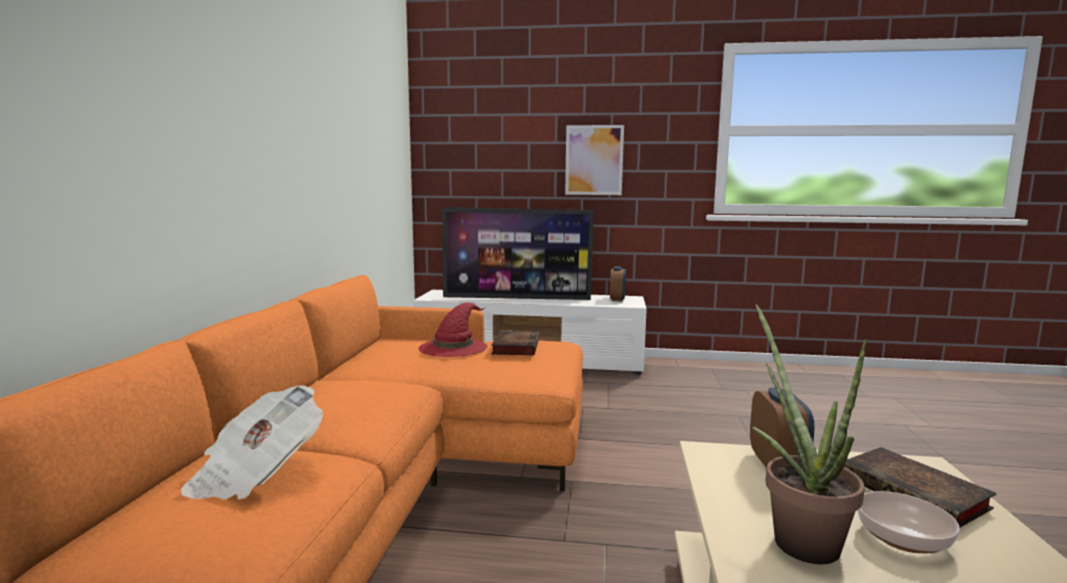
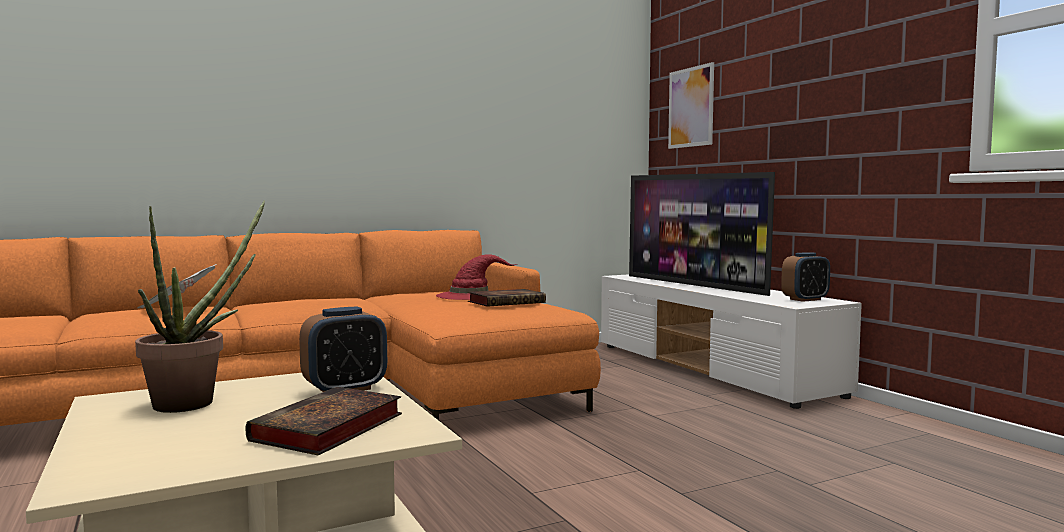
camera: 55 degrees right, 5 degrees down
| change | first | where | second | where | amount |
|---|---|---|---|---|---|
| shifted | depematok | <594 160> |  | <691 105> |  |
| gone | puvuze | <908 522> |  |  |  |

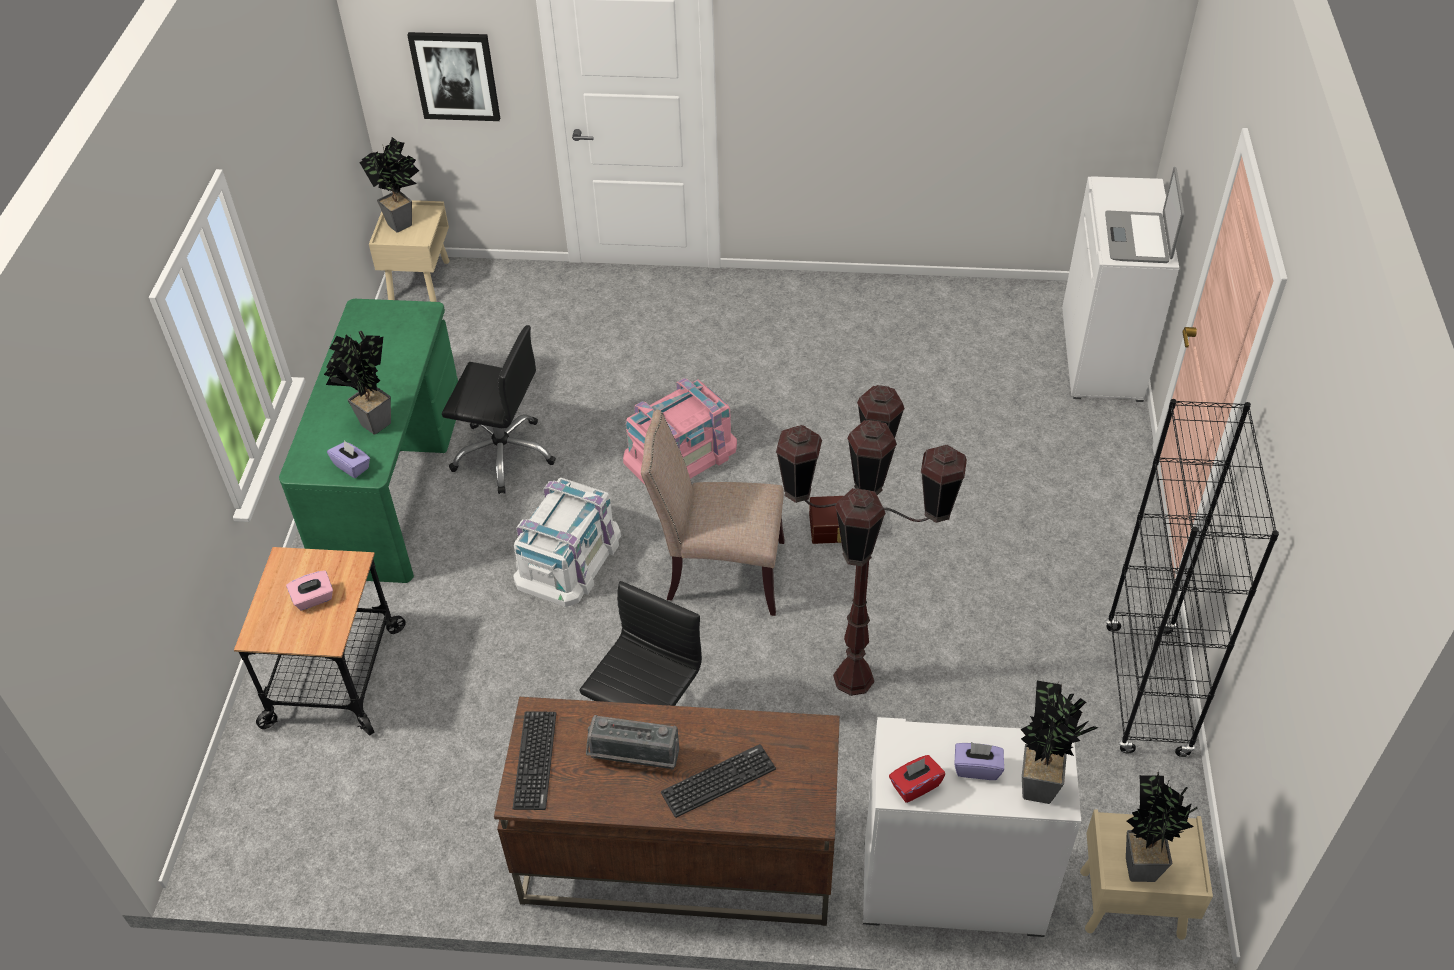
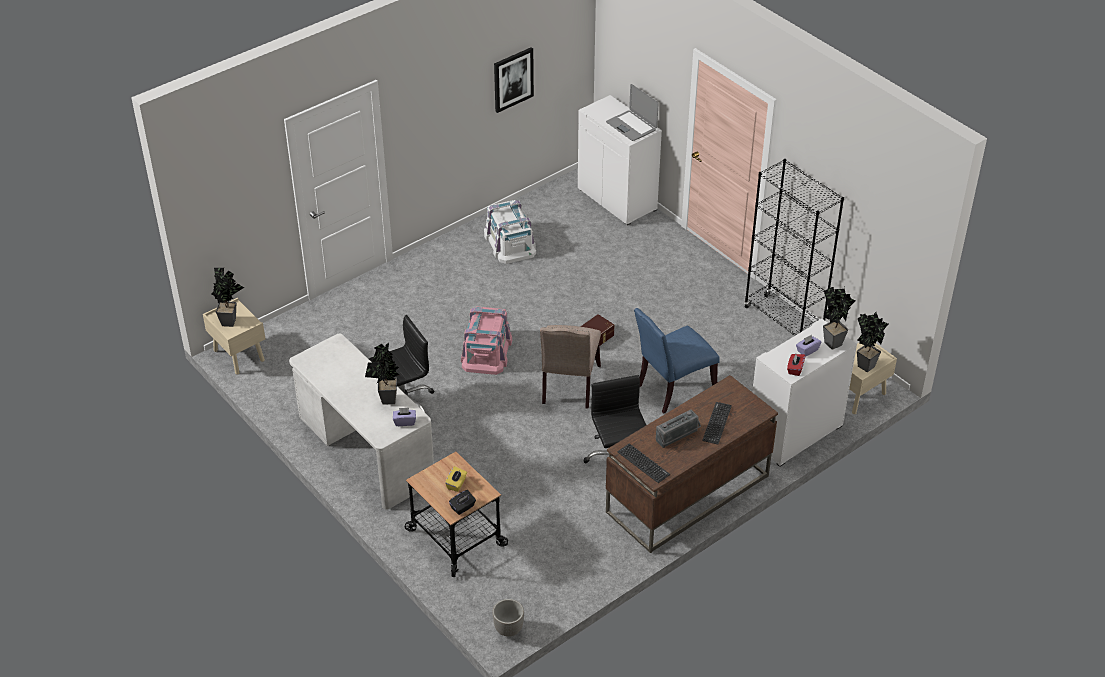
camera: 45 degrees left, 5 degrees down
| change | first | where | second | where | amount |
|---|---|---|---|---|---|
| shifted | depematok | <453 76> |  | <514 80> |  |
| repainted | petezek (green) | <368 441> | petezek (white) | <361 421> |  |
| swapped | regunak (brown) | <871 540> | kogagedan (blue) | <677 360> |  |
| rotated | kogagedan (beige) | <713 513> |  | <570 367> | 45 degrees counterclockwise |
| shifted | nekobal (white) | <567 542> |  | <510 232> |  |
| repainted | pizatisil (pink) | <309 591> | pizatisil (yellow) | <456 479> |  |
| new |  |  | pizatisil (black) | <462 502> |  |
| new |  |  | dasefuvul | <508 618> |  |

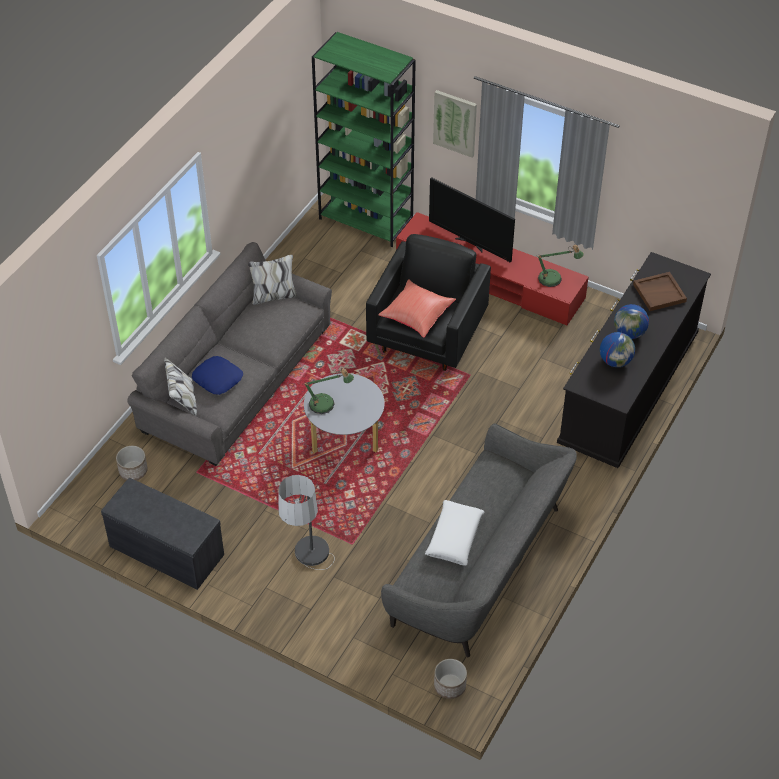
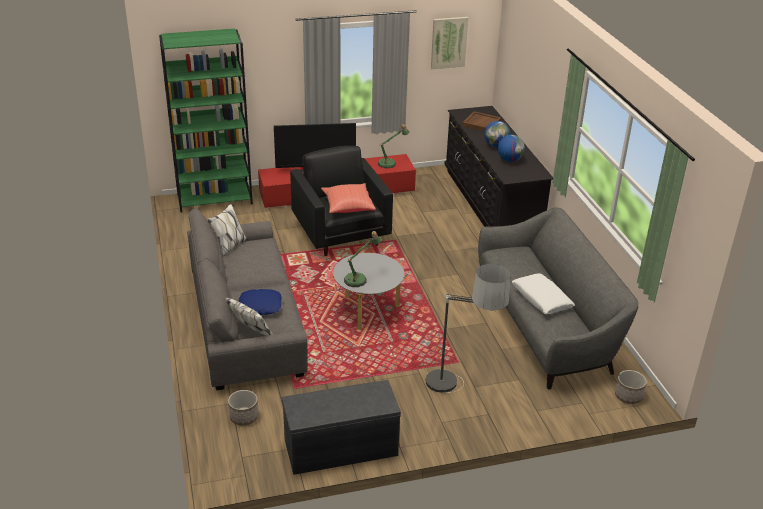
camera: 45 degrees left, 15 degrees down
| change | first | where | second | where | amount |
|---|---|---|---|---|---|
| shifted | depematok | <455 124> |  | <449 43> |  |

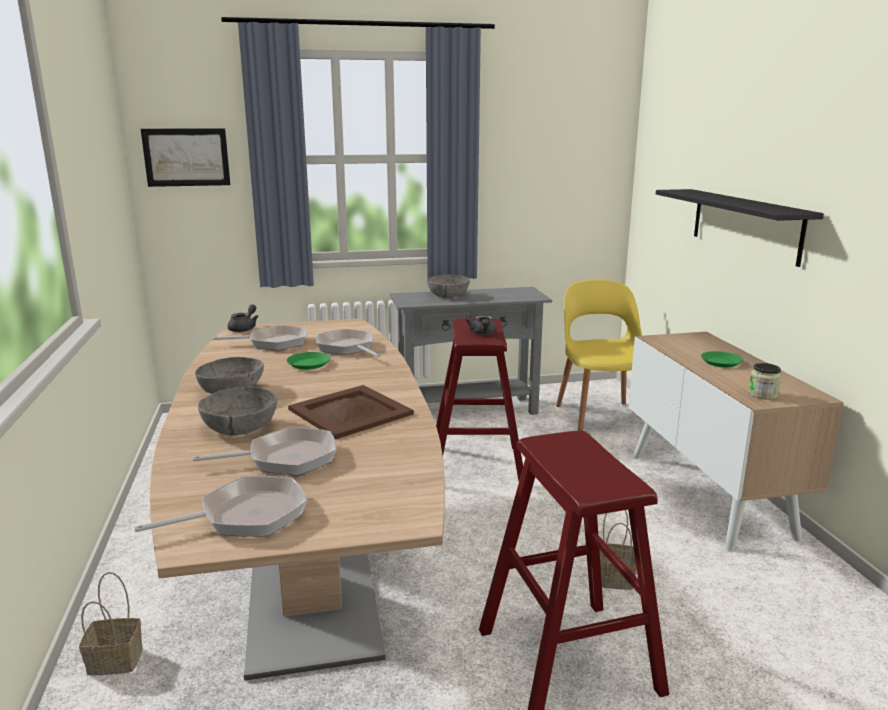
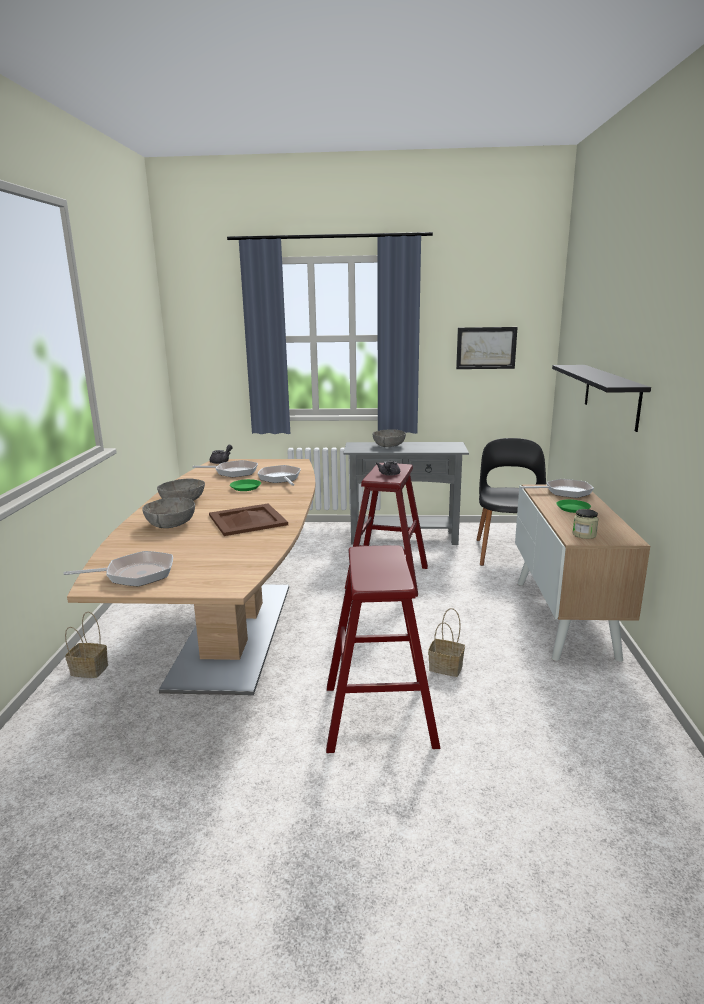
camera: 15 degrees right, 0 degrees up
| change | first | where | second | where | amount |
|---|---|---|---|---|---|
| shifted | depematok | <185 157> |  | <487 348> |  |
| repainted | kogagedan (yellow) | <604 357> | kogagedan (black) | <511 502> |  |
| shifted | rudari | <264 451> |  | <557 488> |  |

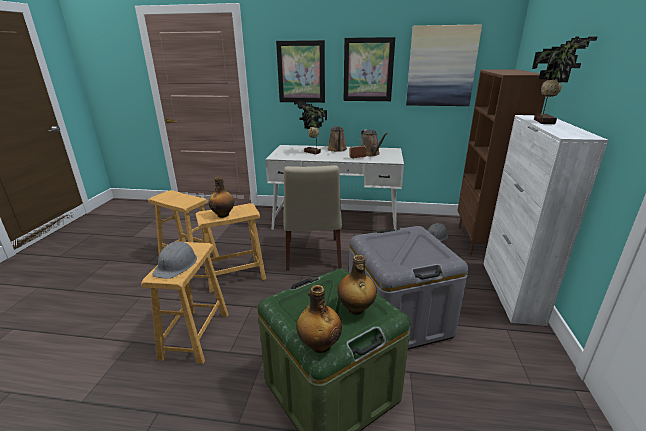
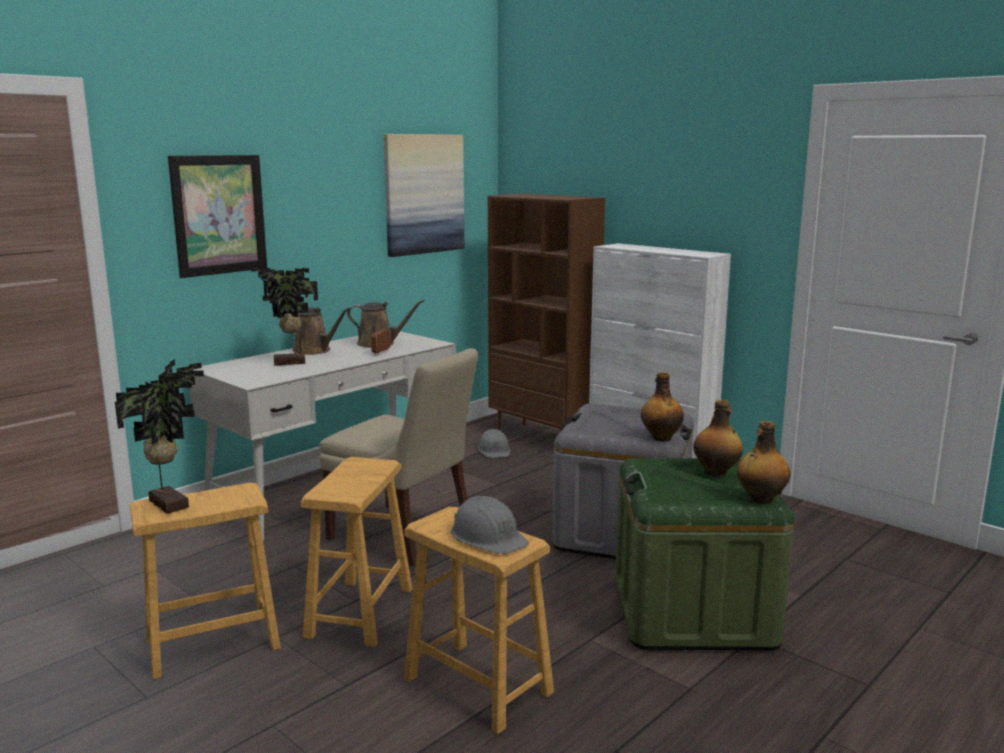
camera: 55 degrees left, 10 degrees down
| change | first | where | second | where | amount |
|---|---|---|---|---|---|
| shifted | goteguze | <565 80> |  | <159 436> |  |
| gone | depematok | <369 69> |  |  |  |
| shifted | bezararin | <221 197> |  | <662 407> |  |

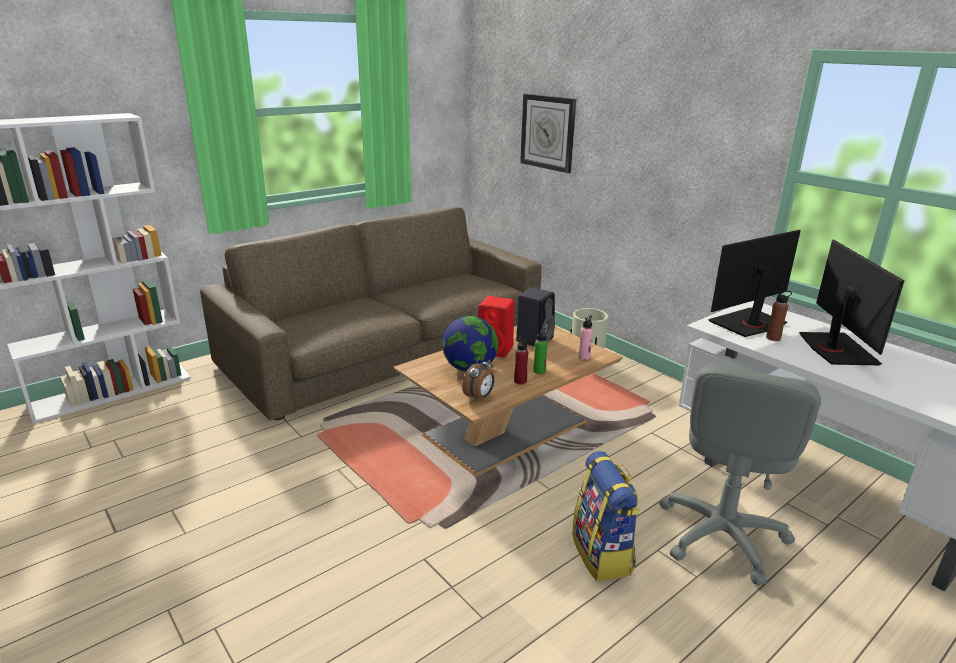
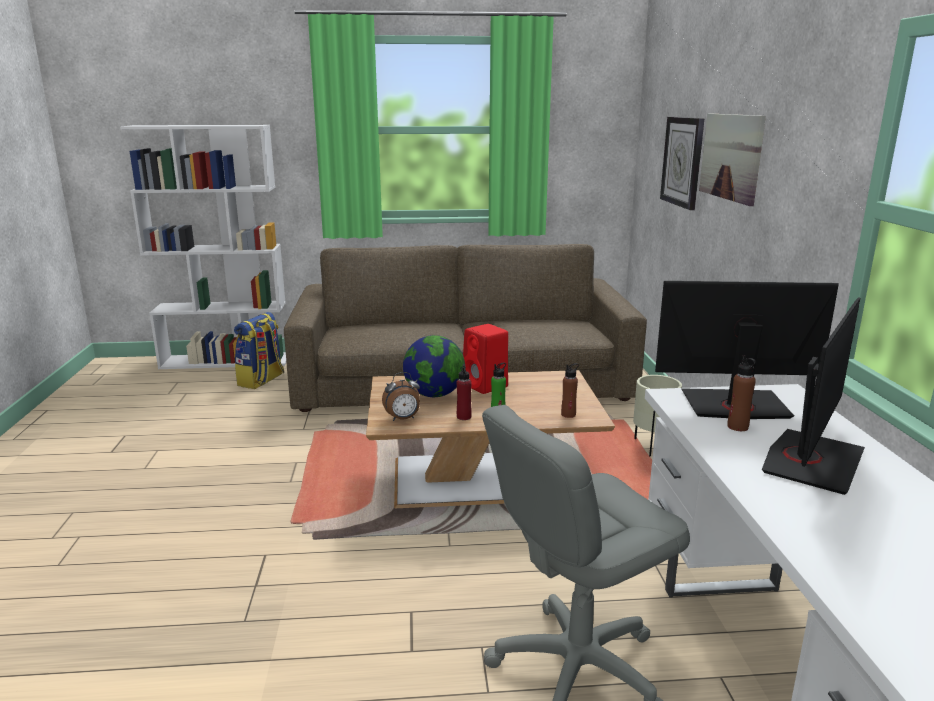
camera: 35 degrees right, 5 degrees down
| change | first | where | second | where | amount |
|---|---|---|---|---|---|
| gone | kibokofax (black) | <535 317> |  |  |  |
| repainted | bezararin (pink) | <586 337> | bezararin (brown) | <570 390> |  |
| shifted | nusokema | <606 516> |  | <259 350> |  |
| new |  |  | depematok | <732 159> |  |

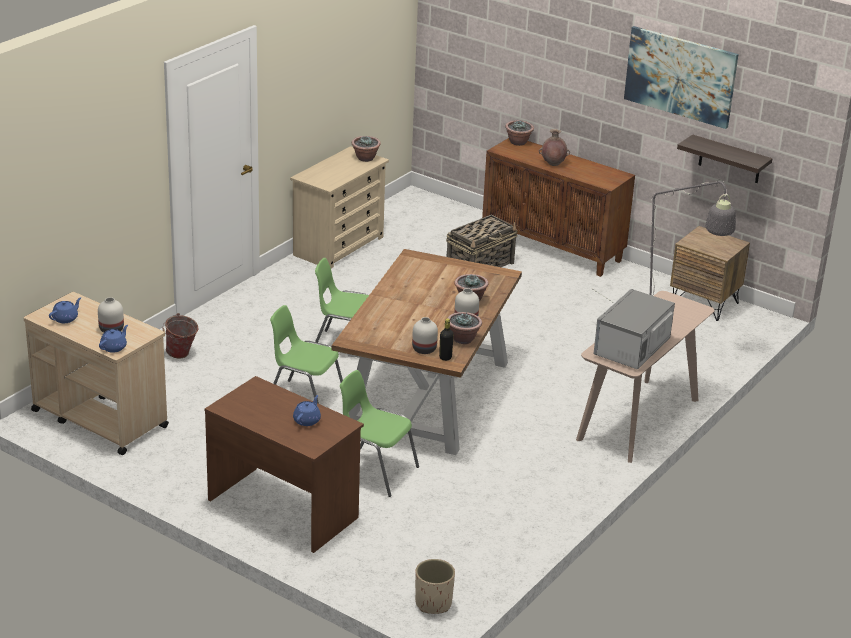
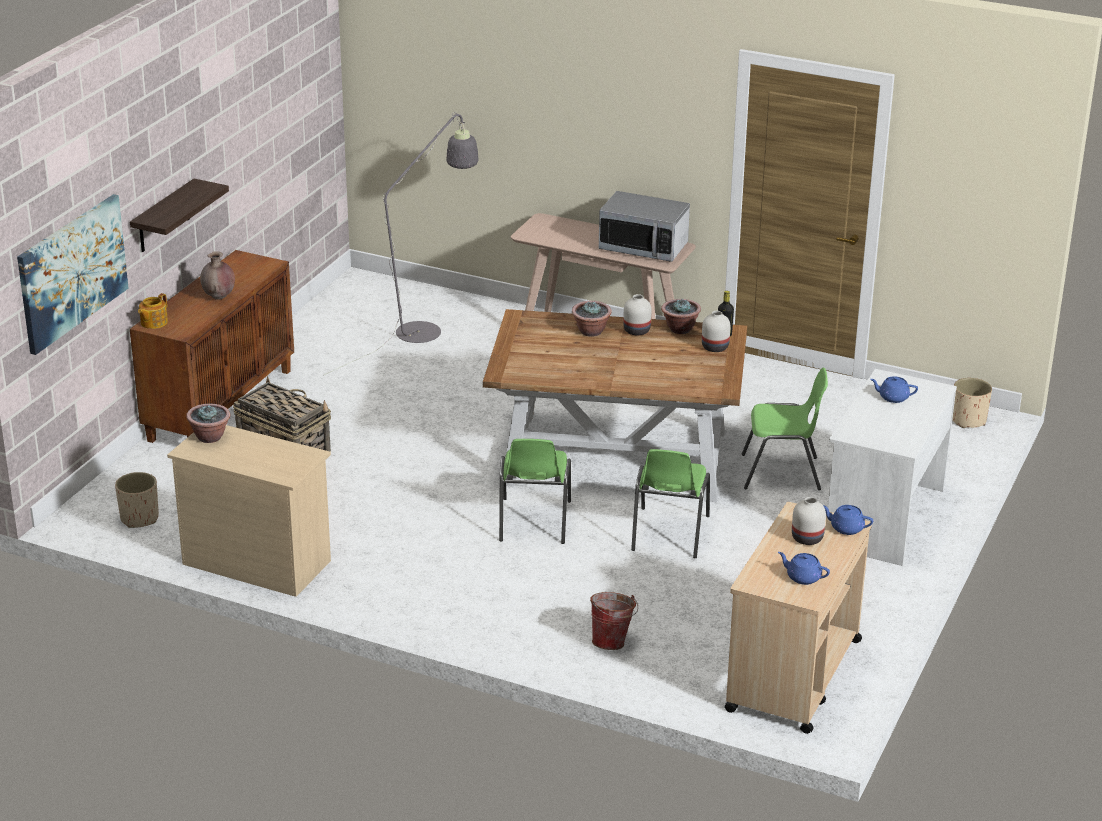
camera: 100 degrees left, 0 degrees up
| change | first | where | second | where | amount |
|---|---|---|---|---|---|
| shifted | depematok | <681 77> |  | <72 274> |  |
| swapped | goteguze | <519 133> | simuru | <153 311> |  |
| shifted | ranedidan | <725 158> |  | <179 215> |  |
| gone | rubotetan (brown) | <710 273> |  |  |  |
| rotated | kogagedan (green) | <379 433> |  | <784 429> | 105 degrees counterclockwise |
| repainted | petezek (brown) | <284 464> | petezek (white) | <892 467> |  |
| new |  |  | dasefuvul (beige) | <137 500> |  |

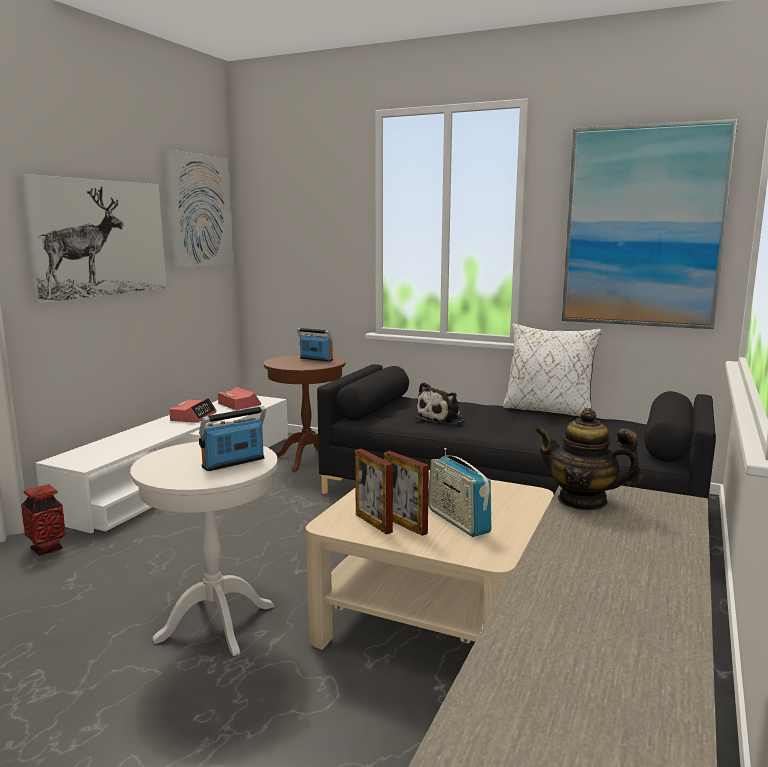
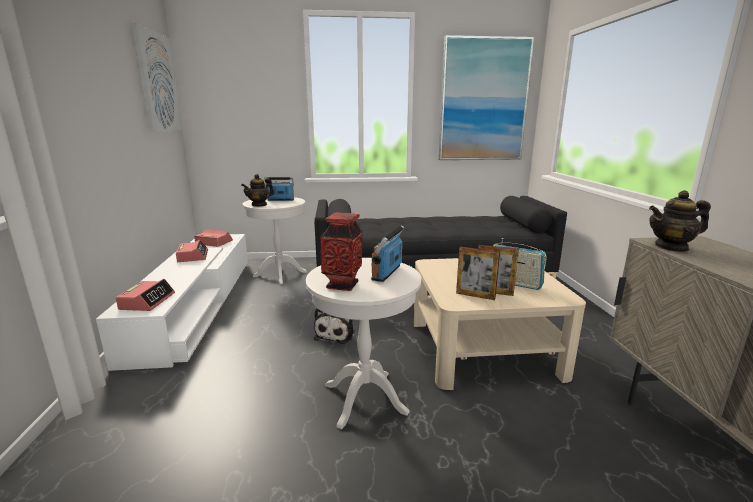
camera: 30 degrees left, 5 degrees up
| change | first | where | second | where | amount |
|---|---|---|---|---|---|
| gone | depematok | <92 238> |  |  |  |
| gone | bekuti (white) | <552 370> |  |  |  |
| repainted | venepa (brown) | <305 413> | venepa (white) | <275 240> |  |
| shifted | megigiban | <439 403> |  | <334 326> |  |
| shifted | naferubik | <43 520> |  | <341 251> |  |
| new |  |  | simuru | <257 190> |  |
| new |  |  | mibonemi | <145 295> |  |

